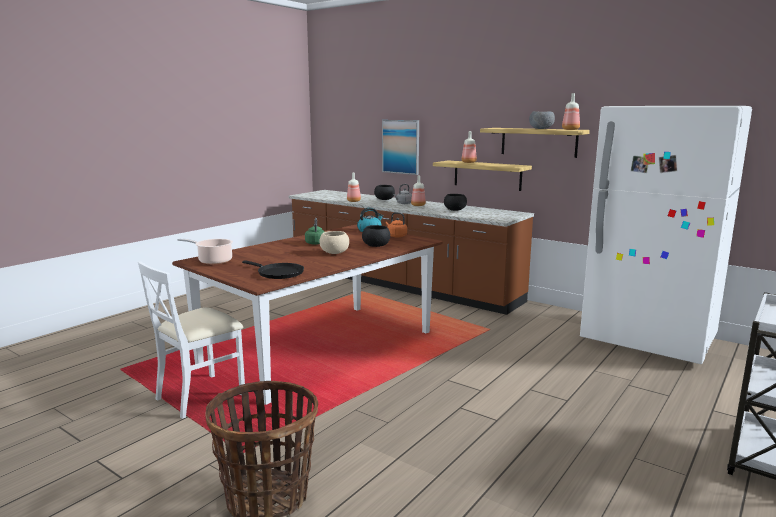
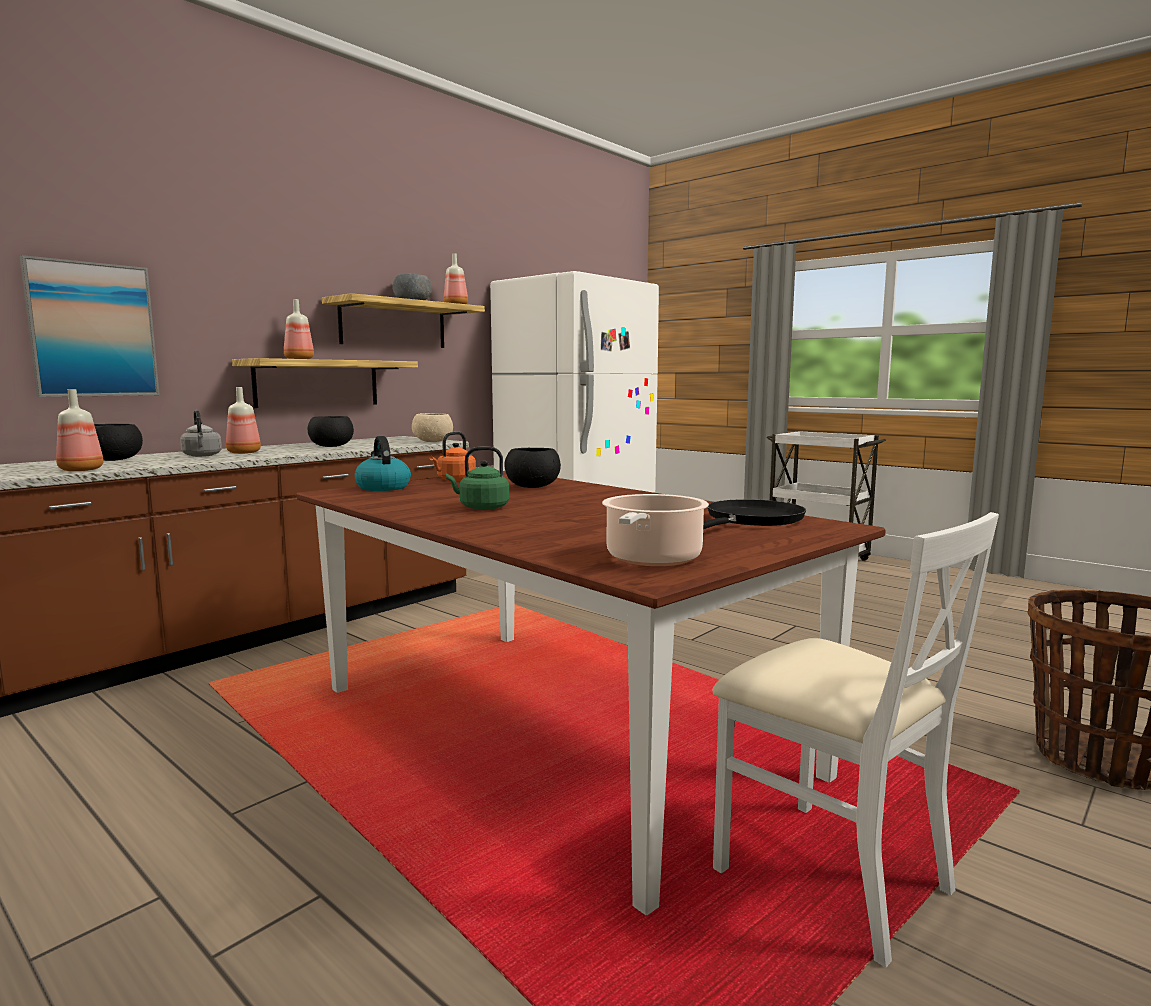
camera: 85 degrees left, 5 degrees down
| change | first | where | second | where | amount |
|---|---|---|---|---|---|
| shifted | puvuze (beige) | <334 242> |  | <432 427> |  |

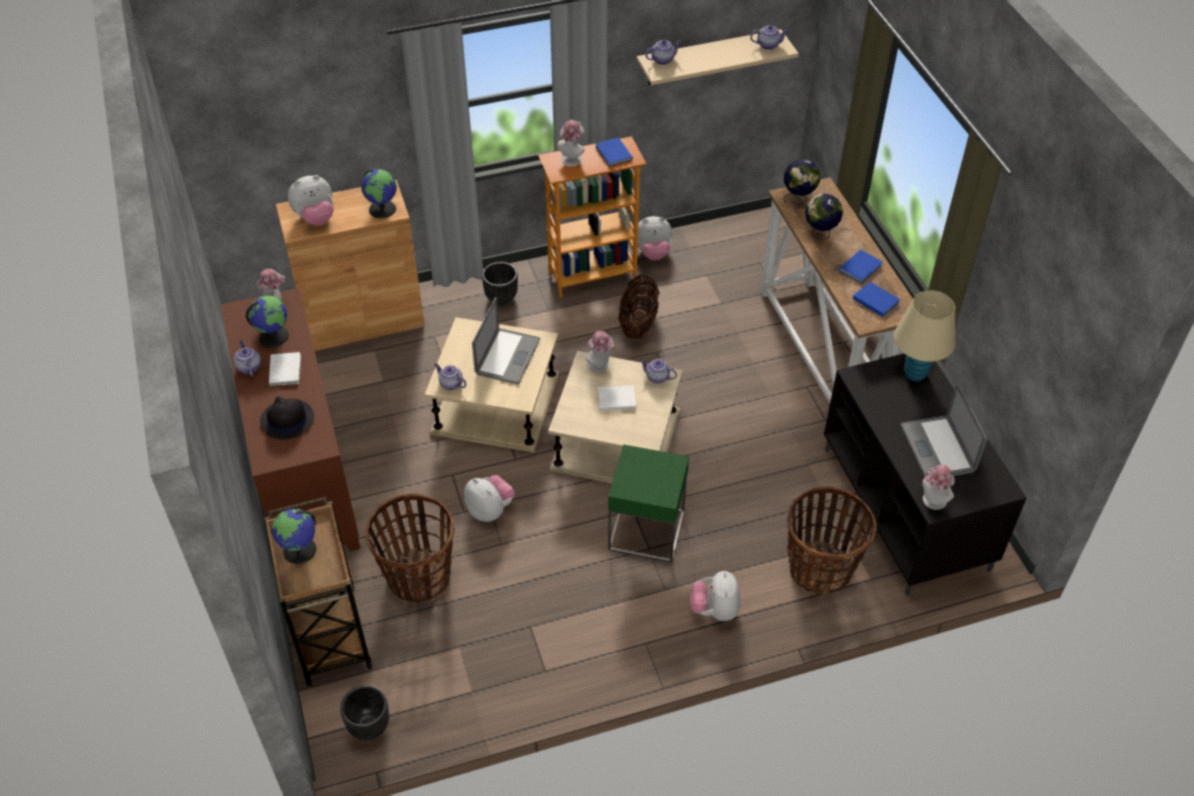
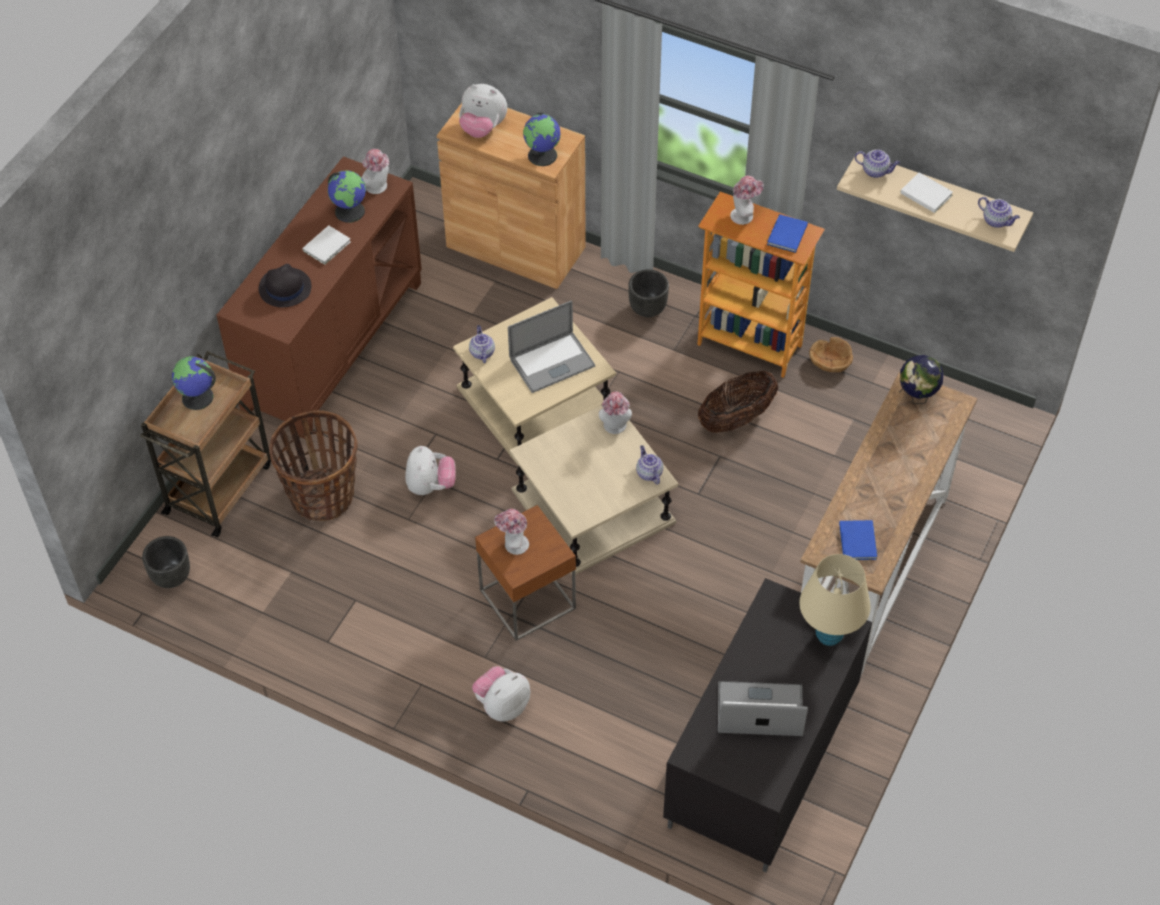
camera: 45 degrees right, 5 degrees up
| change | first | where | second | where | amount |
|---|---|---|---|---|---|
| gone | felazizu | <824 217> |  |  |  |
| swapped | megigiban | <655 238> | puvuze (brown) | <831 354> |  |
| gone | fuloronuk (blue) | <861 266> |  |  |  |
| gone | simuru | <247 358> |  |  |  |
| rotated | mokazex | <943 430> |  | <763 708> | 60 degrees clockwise |
| shifted | fuloronuk (white) | <617 398> |  | <926 193> |  |
| repainted | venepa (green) | <648 503> | venepa (brown) | <525 573> |  |
| shifted | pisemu | <938 487> |  | <511 532> |  |
| gone | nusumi | <832 540> |  |  |  |

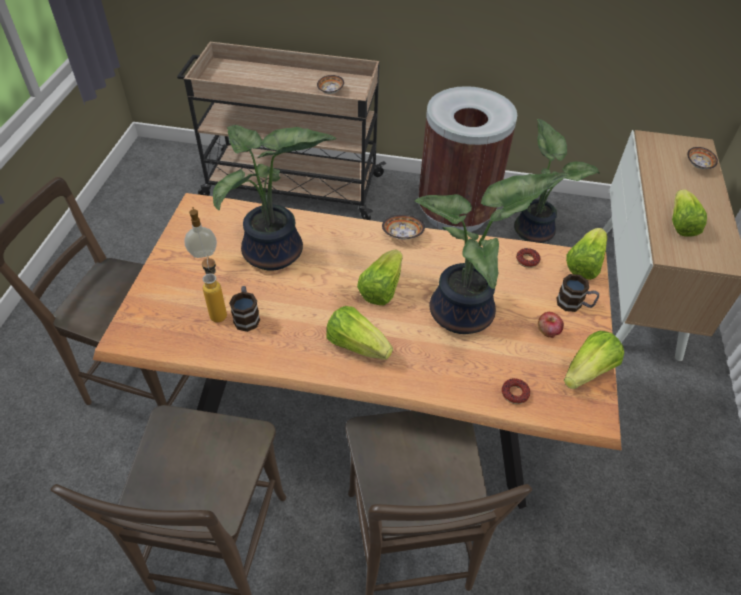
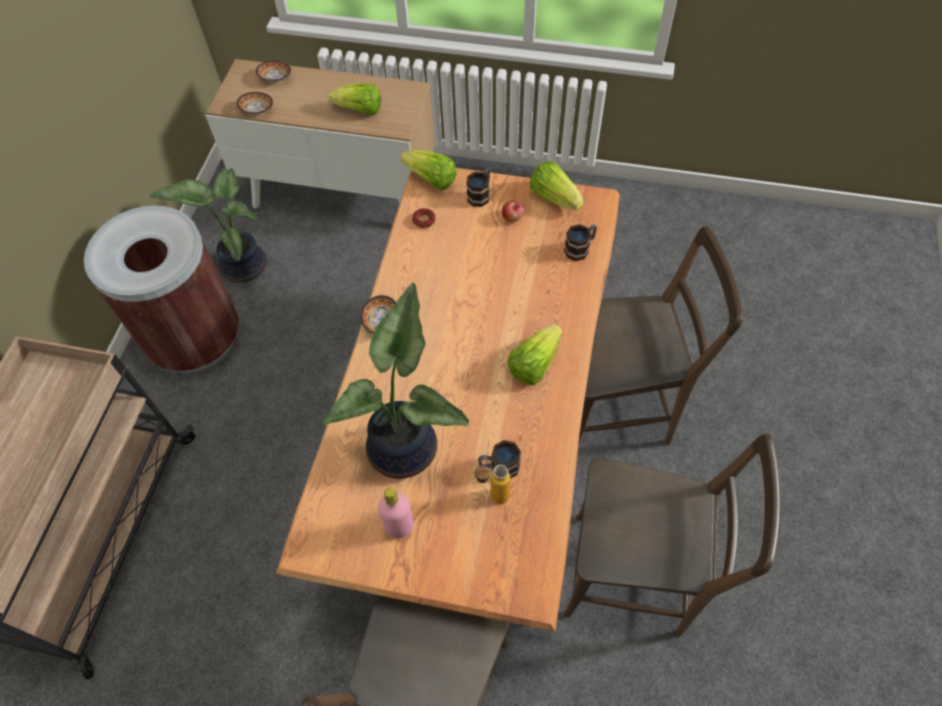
camera: 85 degrees left, 10 degrees up
| change | first | where | second | where | amount |
|---|---|---|---|---|---|
| shifted | puvuze | <330 84> |  | <255 103> |  |
| gone | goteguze | <492 253> |  |  |  |
| swapped | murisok | <200 232> | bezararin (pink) | <396 513> |  |
| gone | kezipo | <380 277> |  |  |  |
| swapped | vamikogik | <516 391> | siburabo | <580 242> |  |

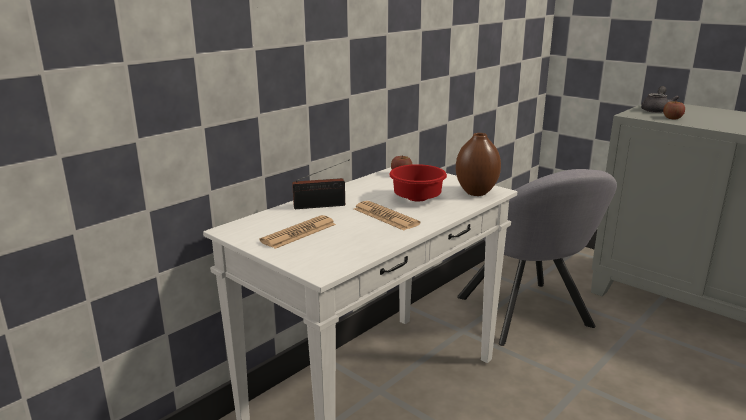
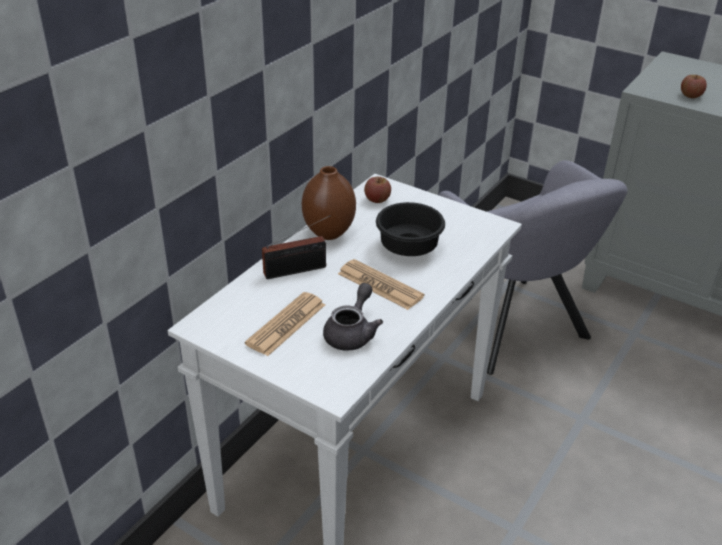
camera: 10 degrees left, 15 degrees up
| change | first | where | second | where | amount |
|---|---|---|---|---|---|
| shifted | simuru (grey) | <660 99> |  | <353 317> |  |
| shifted | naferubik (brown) | <478 164> |  | <329 203> |  |
| repainted | puvuze (red) | <418 182> | puvuze (black) | <410 229> |  |

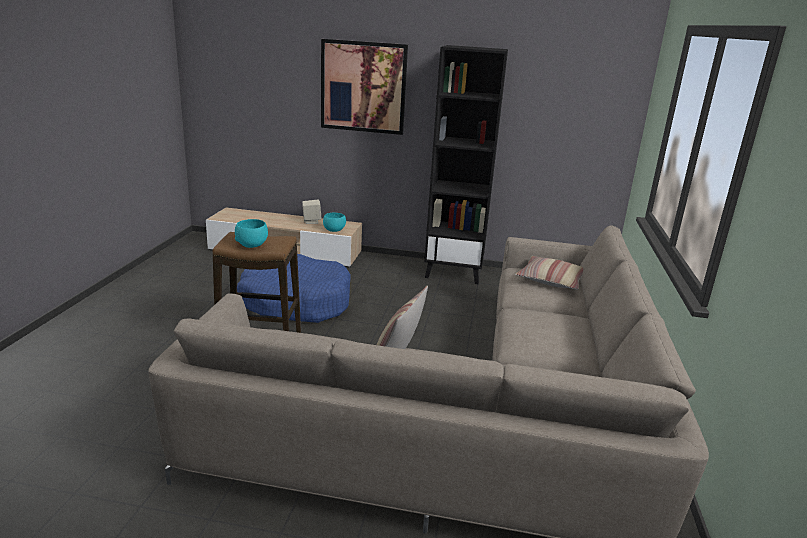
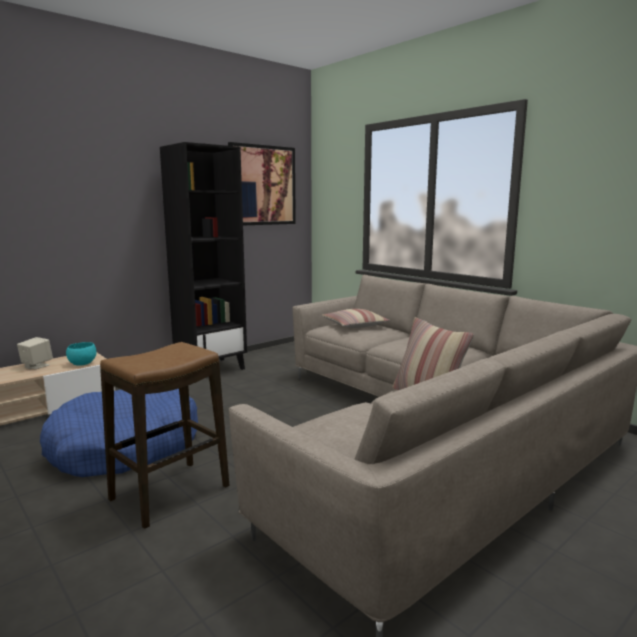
camera: 50 degrees left, 10 degrees down
| change | first | where | second | where | amount |
|---|---|---|---|---|---|
| shifted | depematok | <364 87> |  | <262 183> |  |
| gone | puvuze (turquoise) | <251 233> |  |  |  |

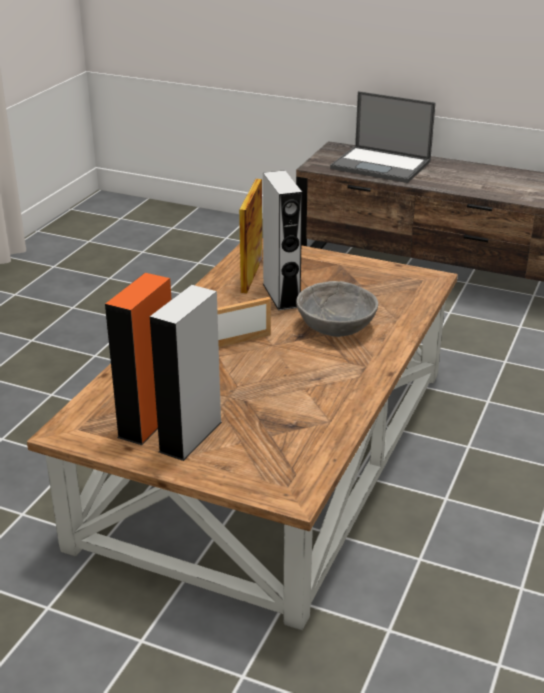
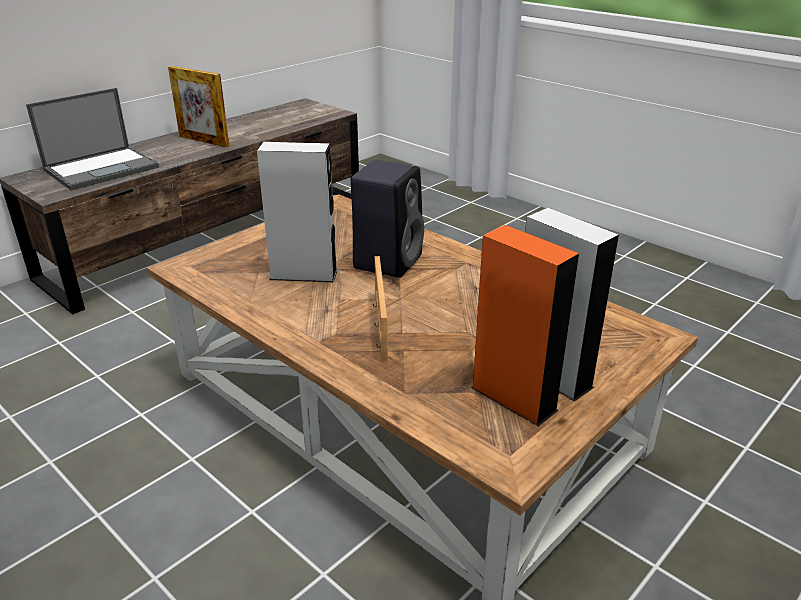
camera: 70 degrees left, 0 degrees up
| change | first | where | second | where | amount |
|---|---|---|---|---|---|
| shifted | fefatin | <250 236> |  | <198 106> |  |
| swapped | puvuze (grey) | <337 309> | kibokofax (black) | <387 219> |  |

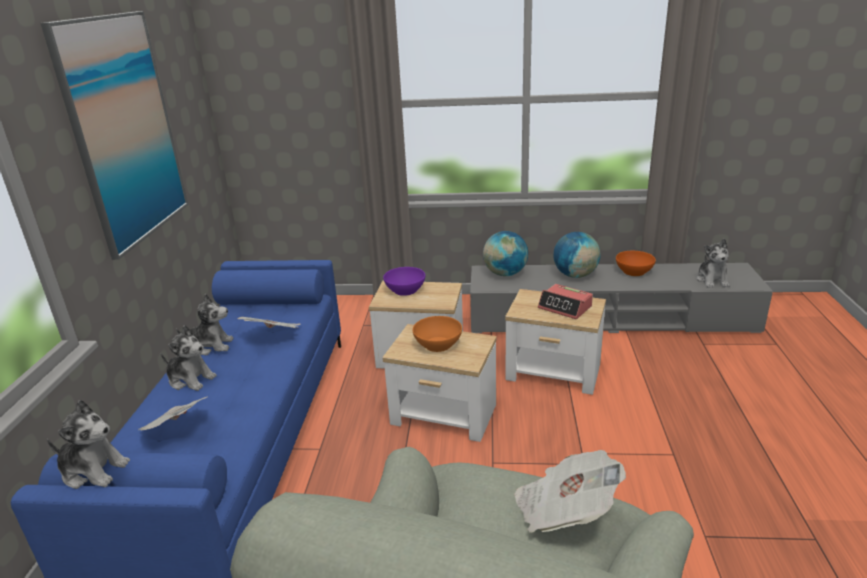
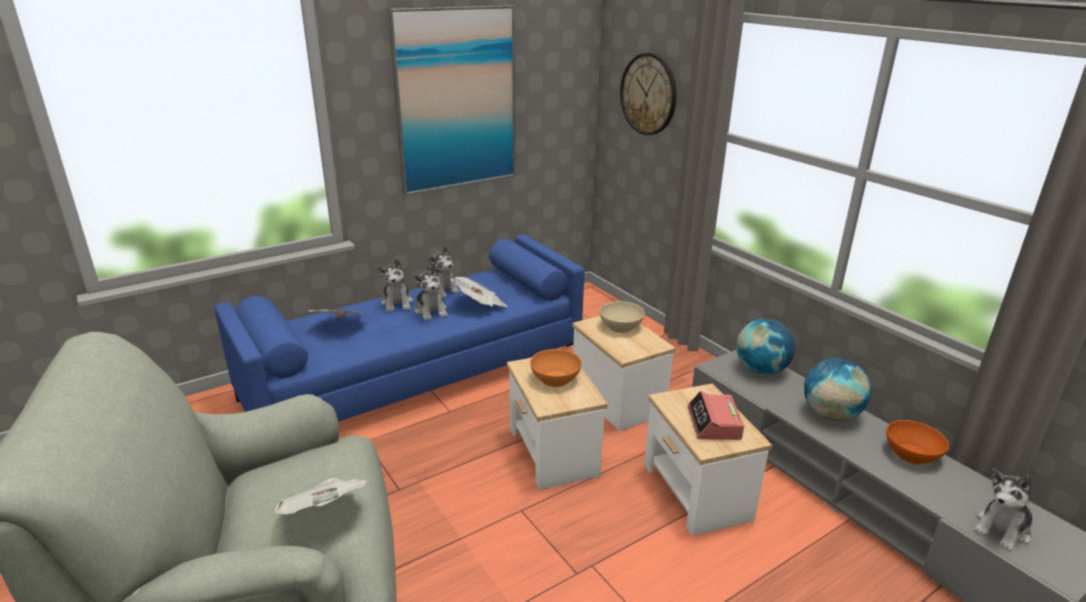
camera: 50 degrees right, 0 degrees up
| change | first | where | second | where | amount |
|---|---|---|---|---|---|
| repainted | puvuze (purple) | <404 281> | puvuze (beige) | <622 317> |  |
| shifted | megigiban | <88 444> |  | <430 293> |  |
| new |  |  | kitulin | <648 94> |  |

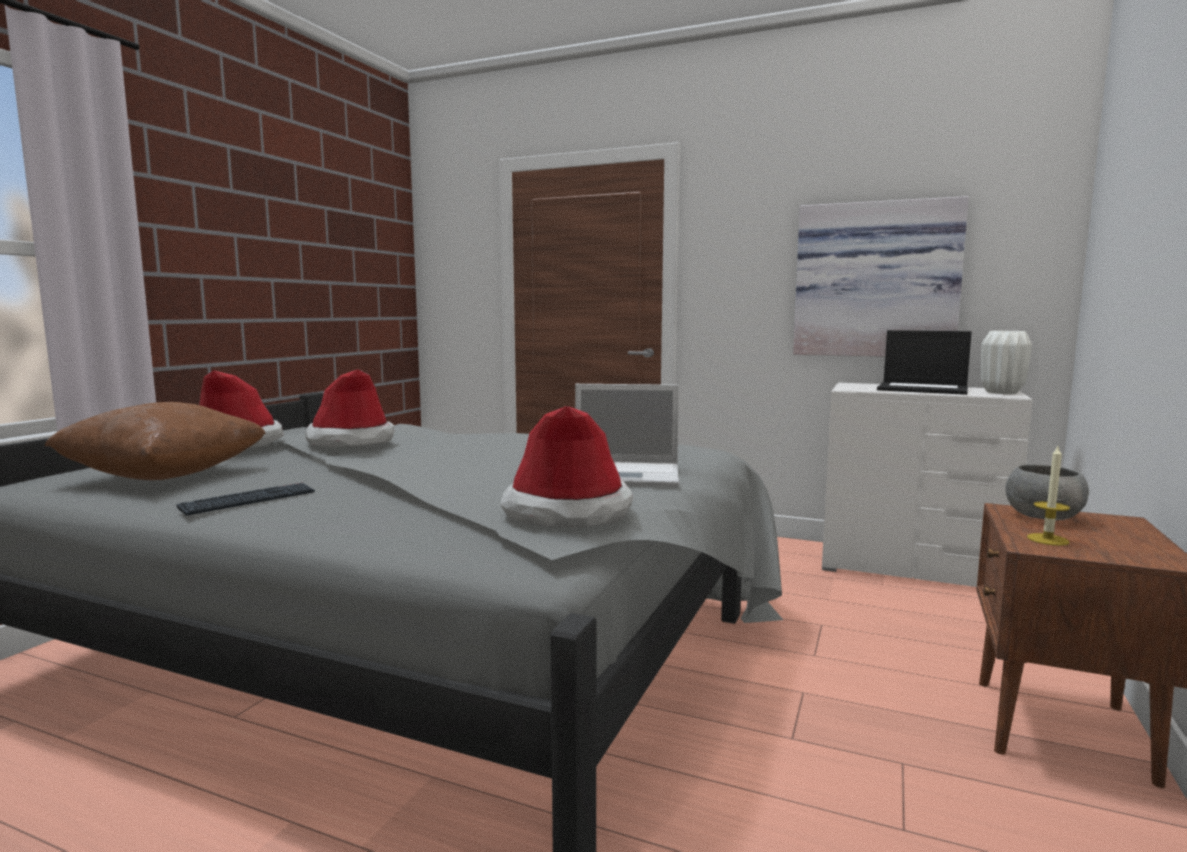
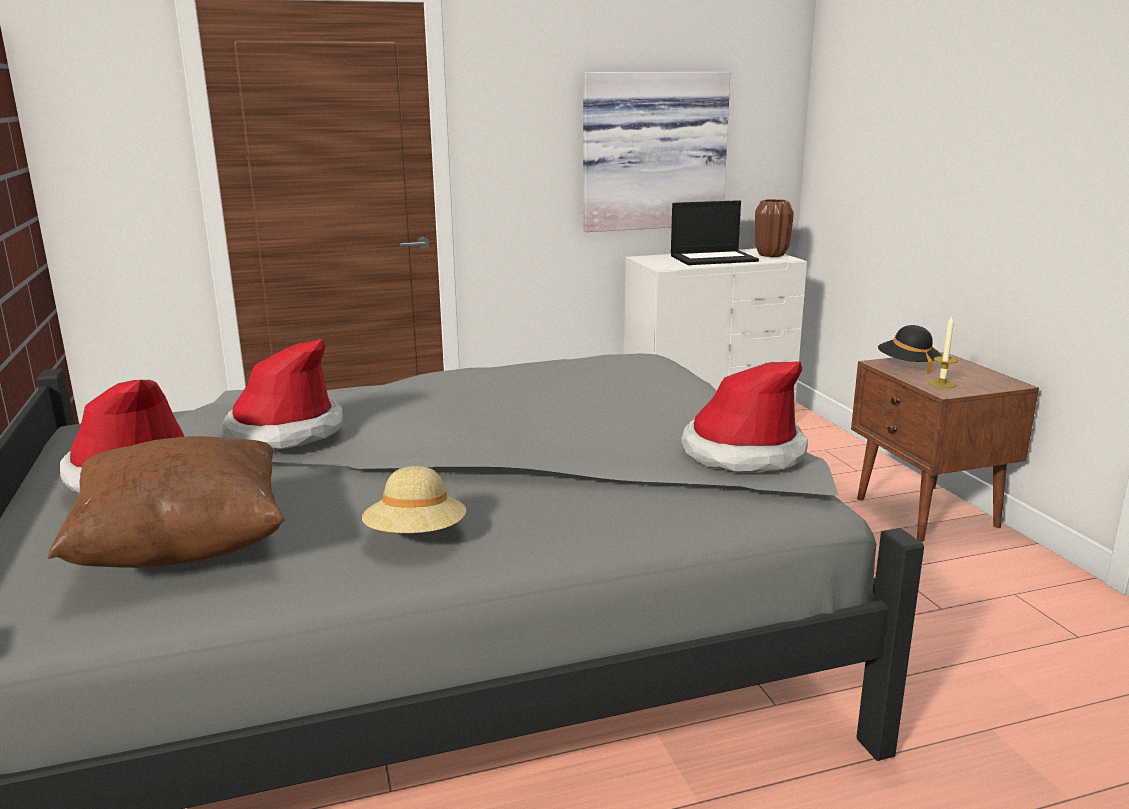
camera: 40 degrees left, 10 degrees up
| change | first | where | second | where | amount |
|---|---|---|---|---|---|
| repainted | naferubik (white) | <1006 362> | naferubik (brown) | <774 228> |  |
| gone | mokazex | <627 435> |  |  |  |
| swapped | puvuze (grey) | <1047 492> | pisemu (black) | <910 349> |  |
| swapped | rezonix | <246 499> | pisemu (beige) | <414 499> |  |

